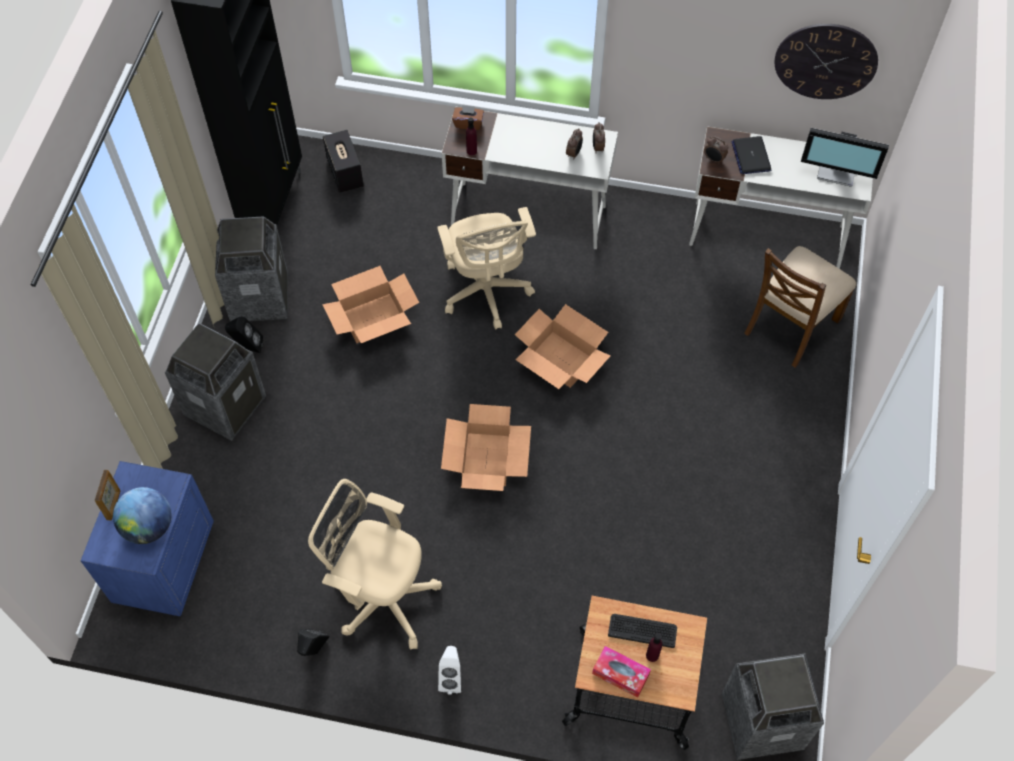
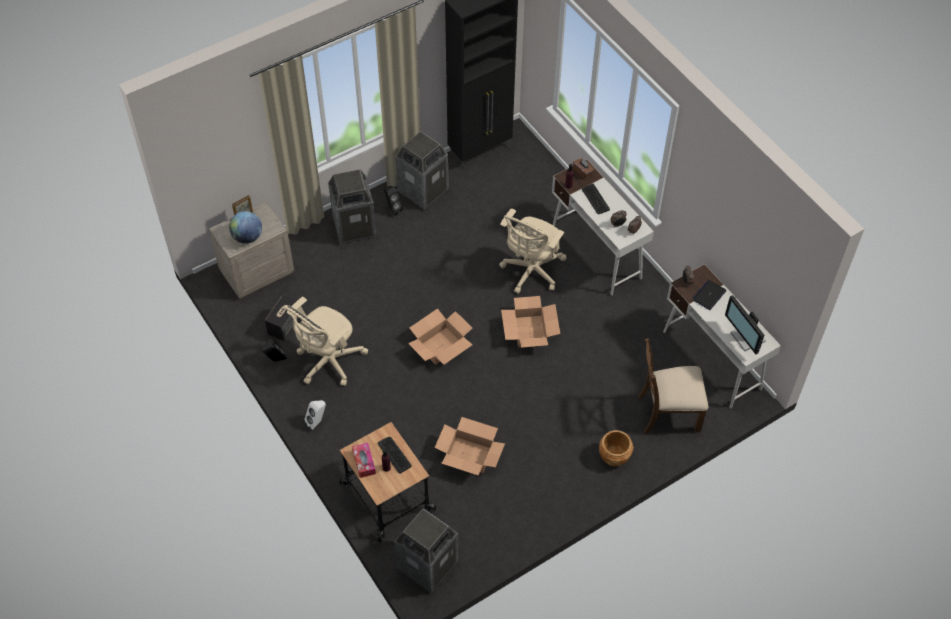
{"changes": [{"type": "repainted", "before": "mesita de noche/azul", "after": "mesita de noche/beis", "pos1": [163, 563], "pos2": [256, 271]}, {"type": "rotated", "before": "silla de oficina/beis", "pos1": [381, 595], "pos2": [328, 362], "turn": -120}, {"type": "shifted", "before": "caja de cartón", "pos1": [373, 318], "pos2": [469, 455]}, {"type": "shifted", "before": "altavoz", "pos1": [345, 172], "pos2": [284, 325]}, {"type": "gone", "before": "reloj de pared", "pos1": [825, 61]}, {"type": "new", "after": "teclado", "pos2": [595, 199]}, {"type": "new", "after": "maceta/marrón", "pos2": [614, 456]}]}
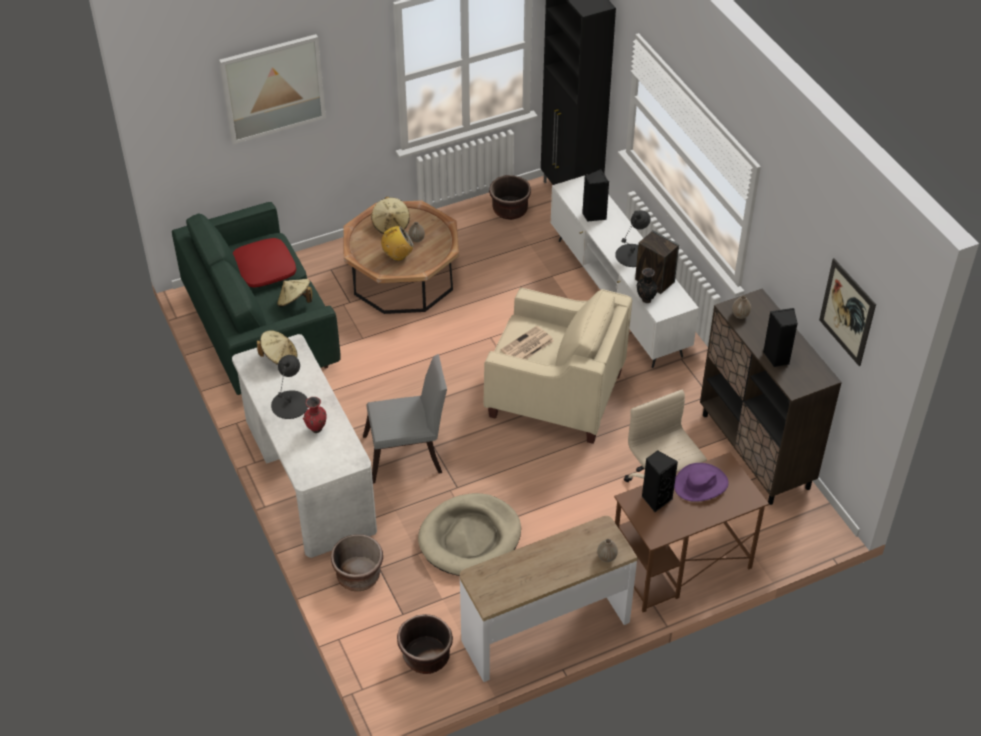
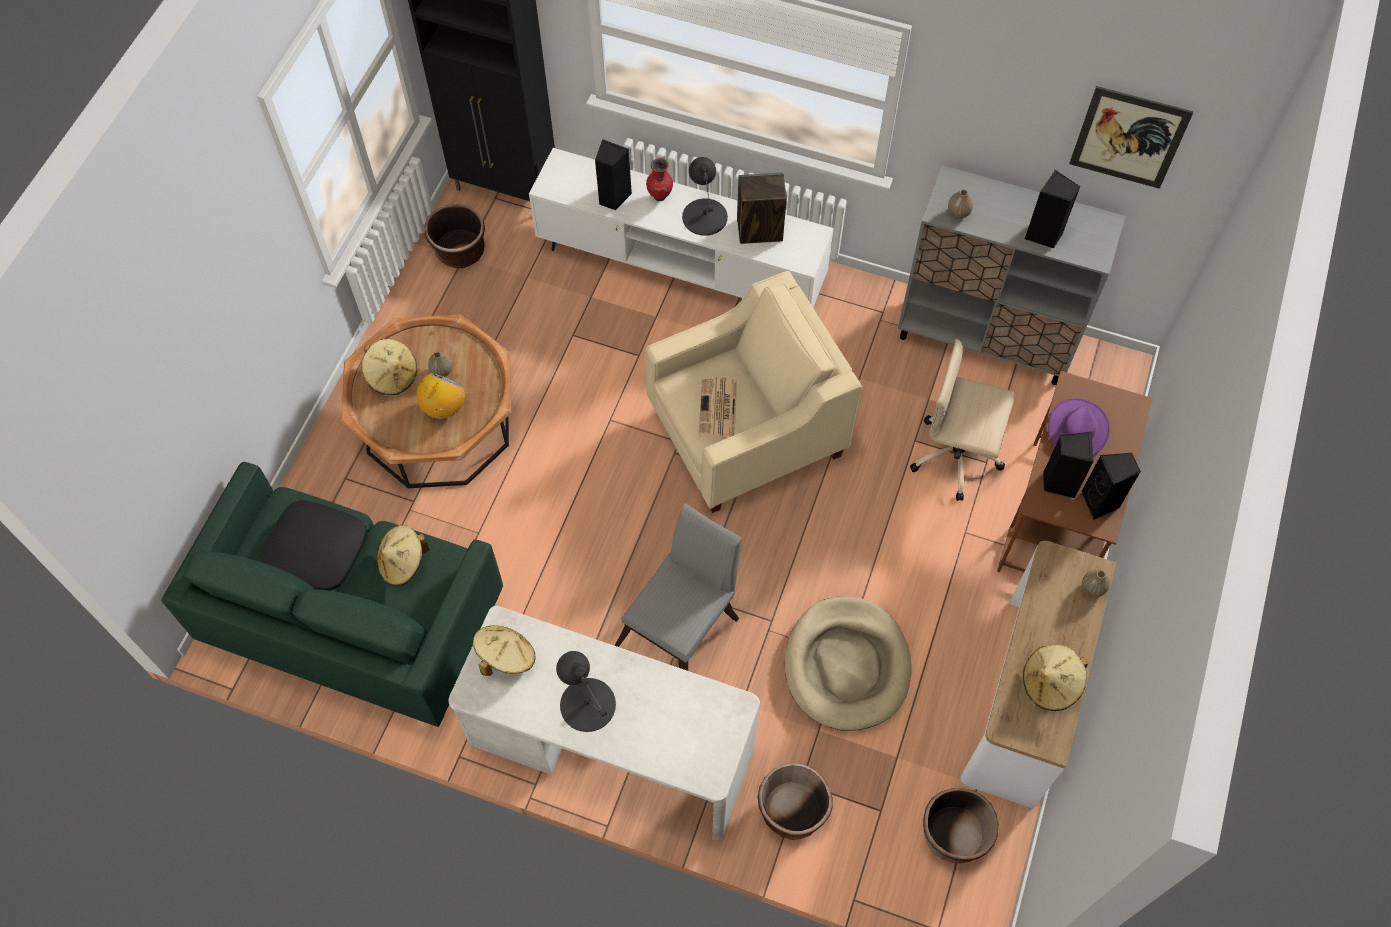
{"changes": [{"type": "gone", "before": "cuadro", "pos1": [273, 88]}, {"type": "repainted", "before": "cojín/rojo", "after": "cojín/negro", "pos1": [264, 269], "pos2": [317, 551]}, {"type": "shifted", "before": "florero/rojo", "pos1": [316, 430], "pos2": [660, 197]}, {"type": "gone", "before": "florero/negro", "pos1": [645, 300]}, {"type": "repainted", "before": "armario/marrón", "after": "armario/gris", "pos1": [755, 451], "pos2": [985, 338]}, {"type": "new", "after": "sombrero/beis", "pos2": [1050, 684]}, {"type": "new", "after": "altavoz/negro", "pos2": [1101, 502]}]}
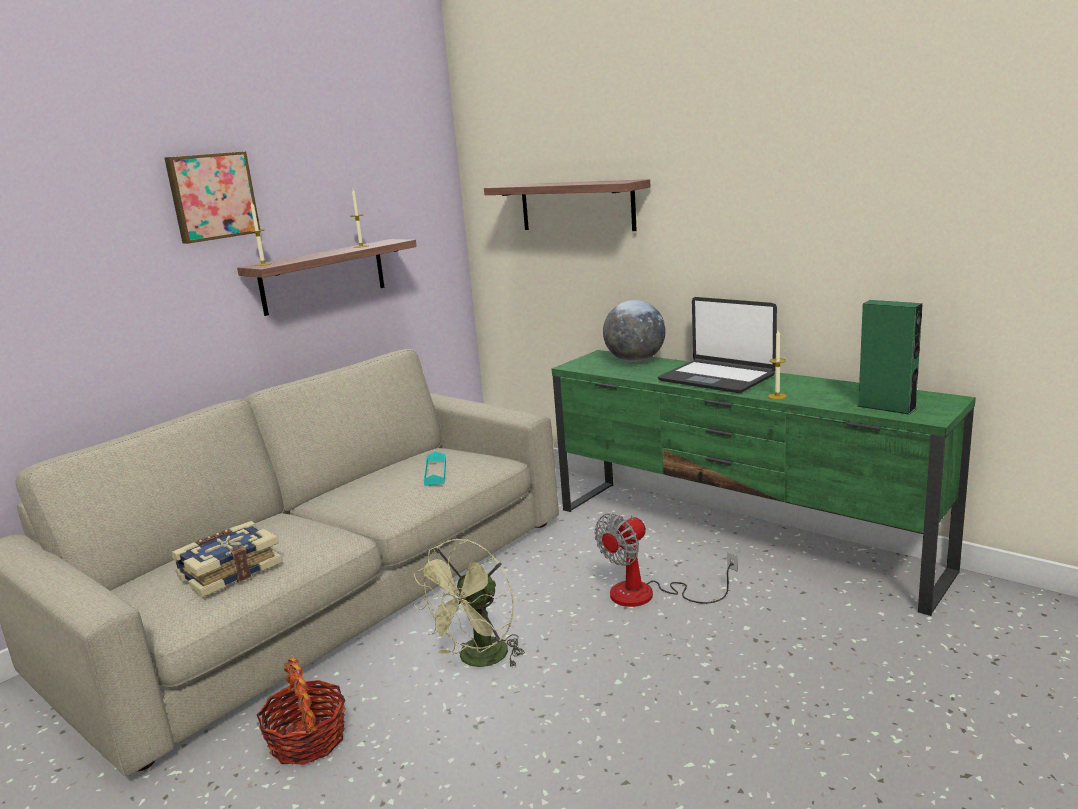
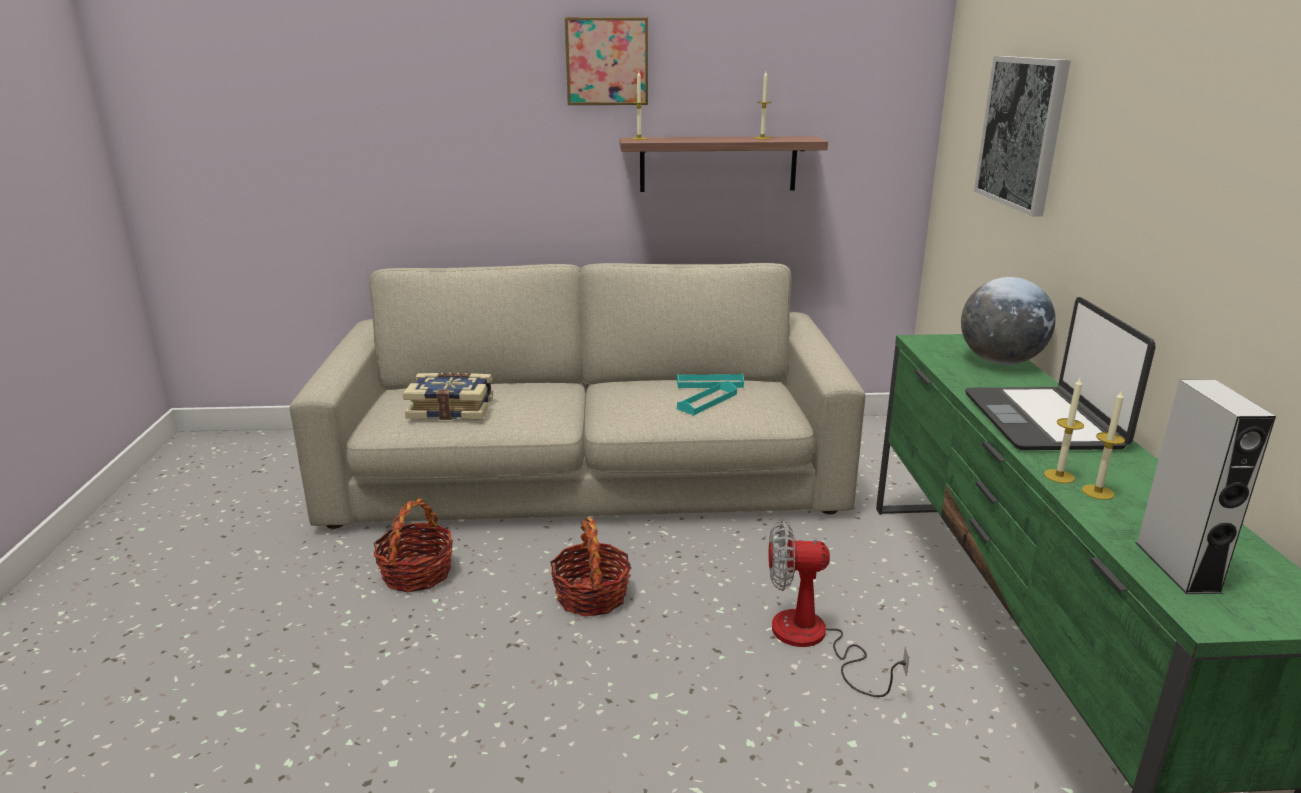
{"changes": [{"type": "swapped", "before": "ventilador/verde", "after": "cesta", "pos1": [478, 660], "pos2": [591, 596]}, {"type": "swapped", "before": "estante", "after": "cuadro", "pos1": [576, 206], "pos2": [1022, 132]}, {"type": "repainted", "before": "altavoz/verde", "after": "altavoz/gris", "pos1": [886, 407], "pos2": [1177, 567]}, {"type": "new", "after": "bandeja/turquesa", "pos2": [710, 384]}, {"type": "new", "after": "vela", "pos2": [1097, 492]}]}
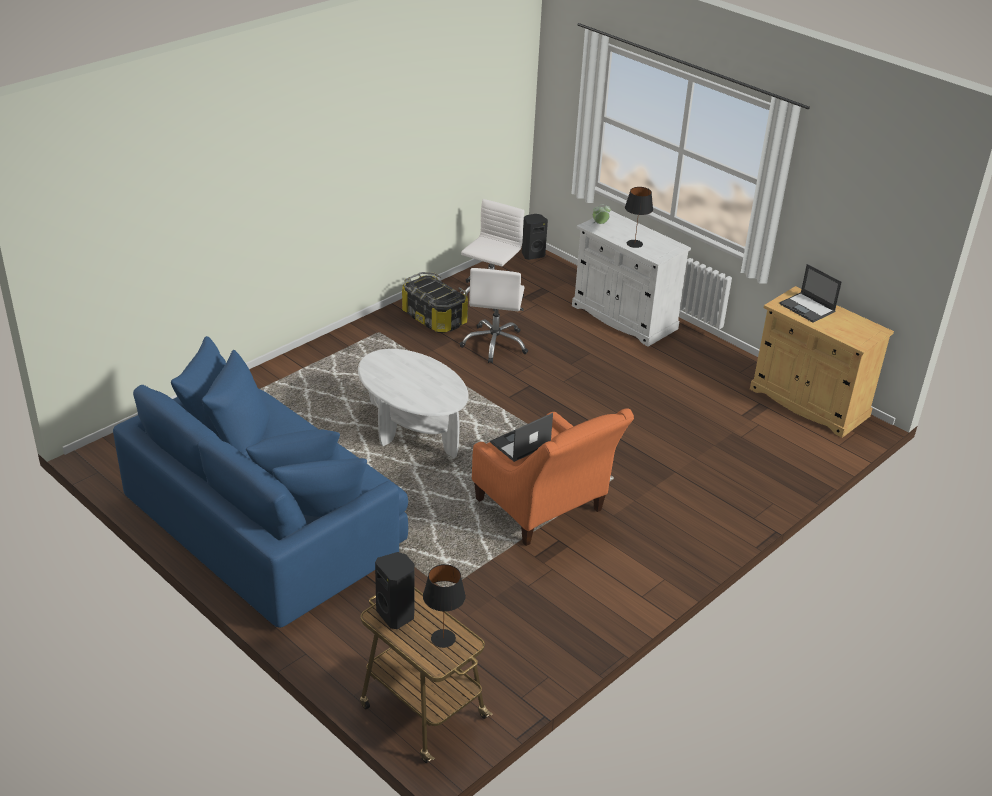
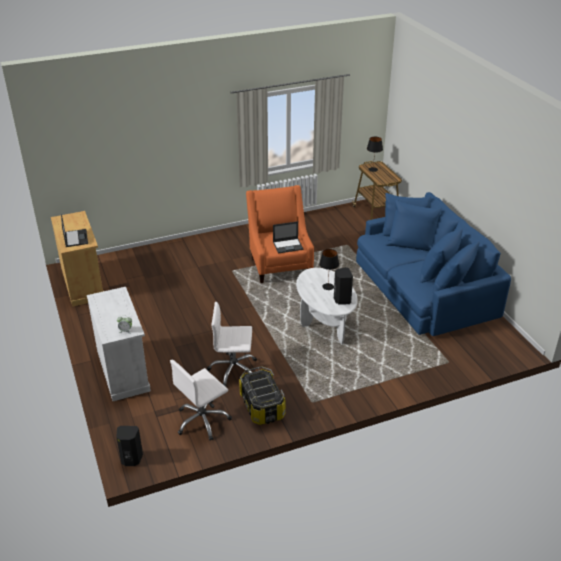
{"changes": [{"type": "shifted", "before": "altavoz/negro", "pos1": [396, 614], "pos2": [341, 300]}, {"type": "rotated", "before": "silla de oficina/blanco", "pos1": [495, 344], "pos2": [233, 370], "turn": -120}, {"type": "shifted", "before": "lámpara de mesa/negro", "pos1": [634, 244], "pos2": [328, 286]}]}
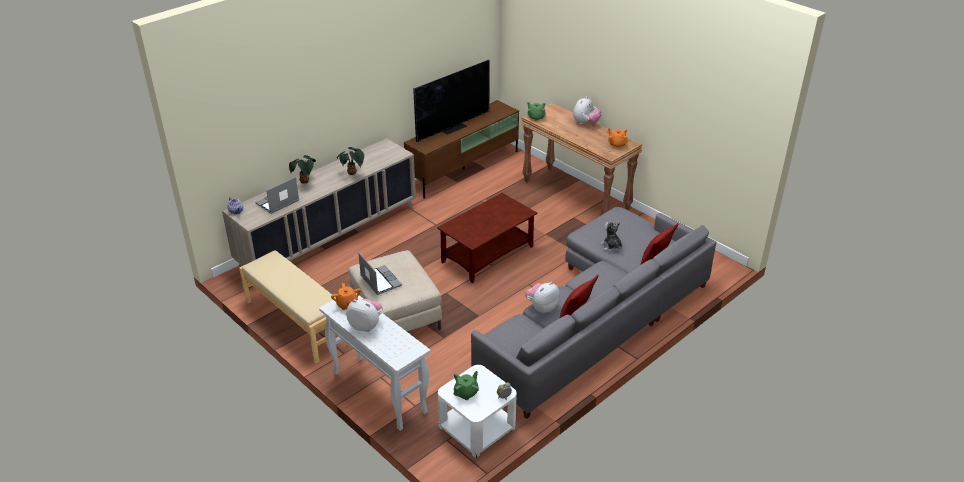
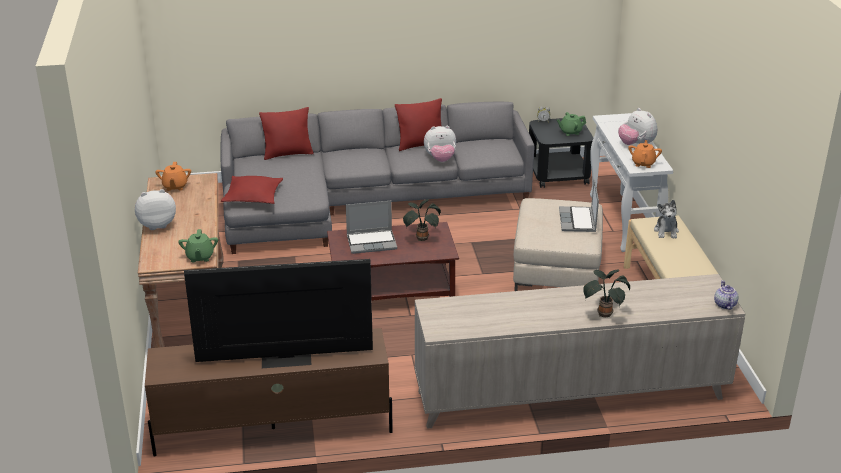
{"changes": [{"type": "shifted", "before": "portátil", "pos1": [277, 203], "pos2": [372, 242]}, {"type": "shifted", "before": "planta en maceta", "pos1": [353, 173], "pos2": [422, 237]}, {"type": "repainted", "before": "mesa auxiliar/blanco", "after": "mesa auxiliar/negro", "pos1": [477, 429], "pos2": [558, 174]}, {"type": "shifted", "before": "peluche", "pos1": [611, 246], "pos2": [666, 231]}, {"type": "new", "after": "cojín/rojo", "pos2": [253, 196]}]}
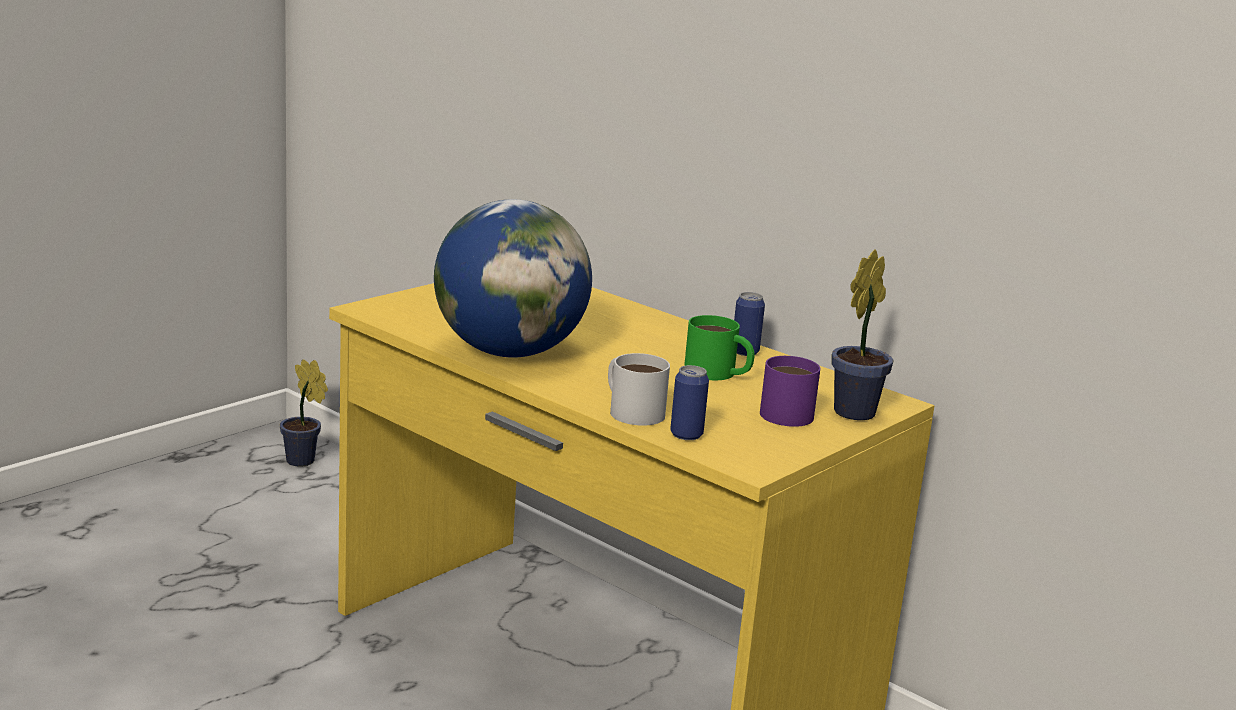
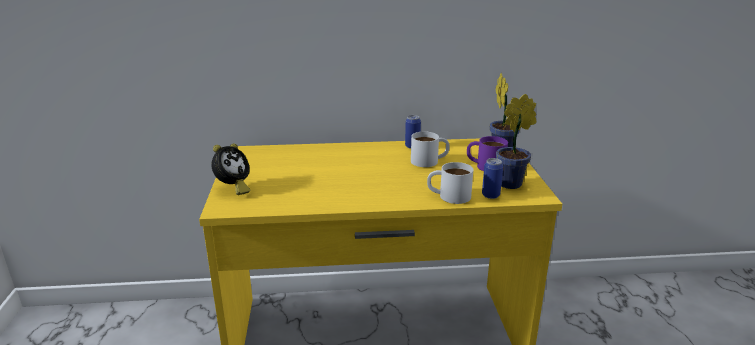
{"changes": [{"type": "shifted", "before": "planta en maceta", "pos1": [303, 462], "pos2": [513, 183]}, {"type": "gone", "before": "globo terráqueo", "pos1": [509, 352]}, {"type": "repainted", "before": "taza grande/verde", "after": "taza grande/blanco", "pos1": [718, 374], "pos2": [429, 161]}, {"type": "new", "after": "despertador", "pos2": [233, 188]}]}
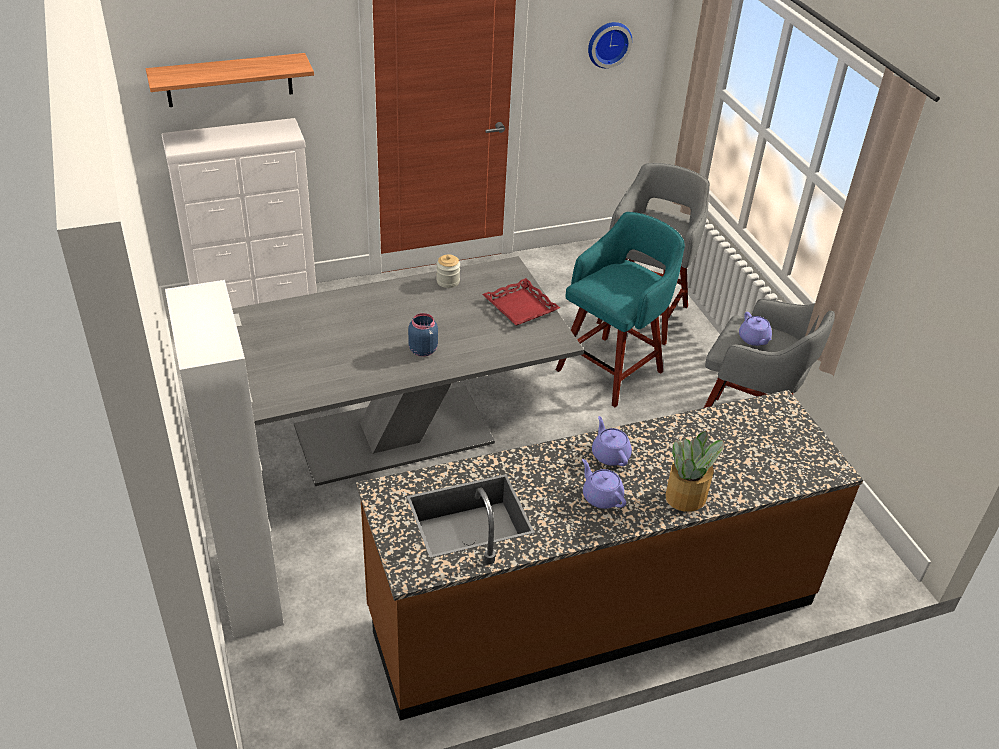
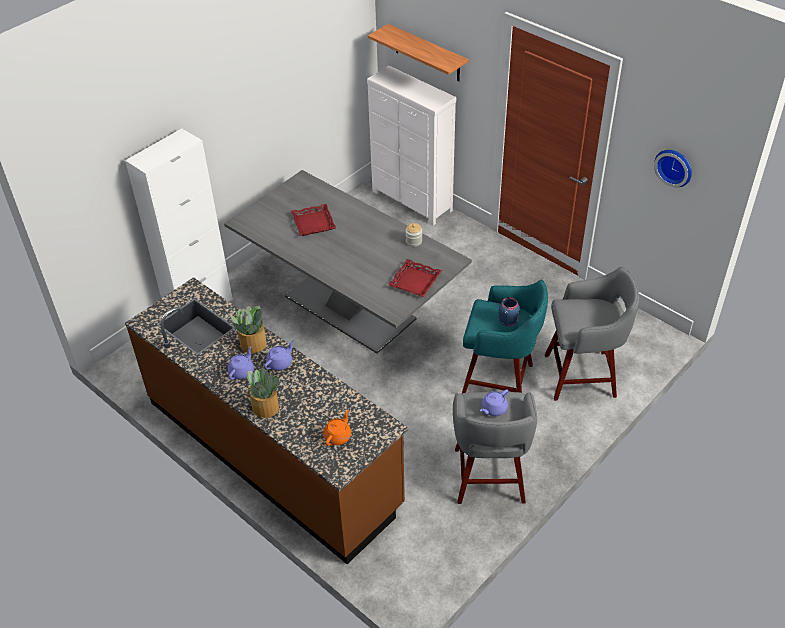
{"changes": [{"type": "shifted", "before": "tarro/azul", "pos1": [423, 349], "pos2": [508, 321]}, {"type": "new", "after": "planta en maceta", "pos2": [252, 344]}, {"type": "new", "after": "bandeja/rojo", "pos2": [314, 223]}, {"type": "new", "after": "tetera/naranja", "pos2": [338, 436]}]}
